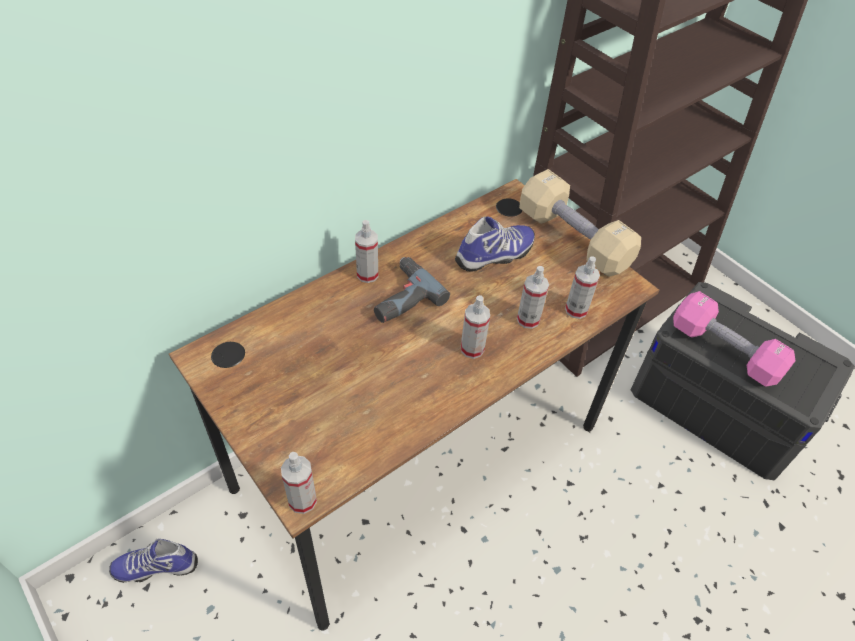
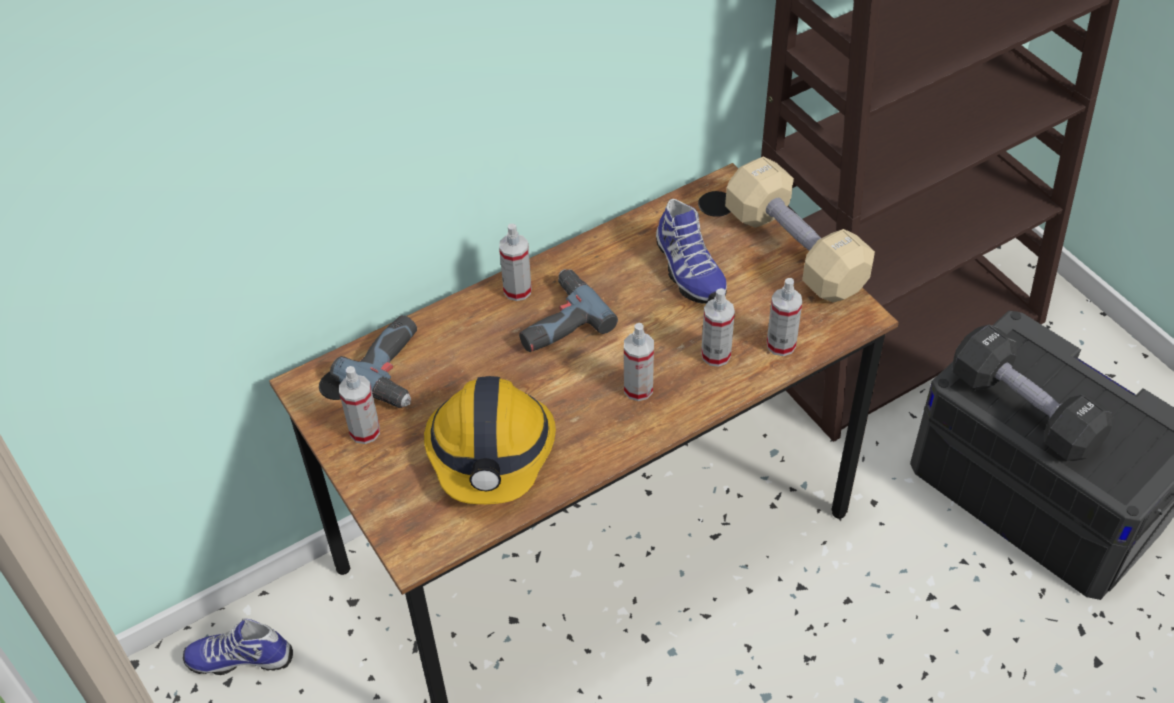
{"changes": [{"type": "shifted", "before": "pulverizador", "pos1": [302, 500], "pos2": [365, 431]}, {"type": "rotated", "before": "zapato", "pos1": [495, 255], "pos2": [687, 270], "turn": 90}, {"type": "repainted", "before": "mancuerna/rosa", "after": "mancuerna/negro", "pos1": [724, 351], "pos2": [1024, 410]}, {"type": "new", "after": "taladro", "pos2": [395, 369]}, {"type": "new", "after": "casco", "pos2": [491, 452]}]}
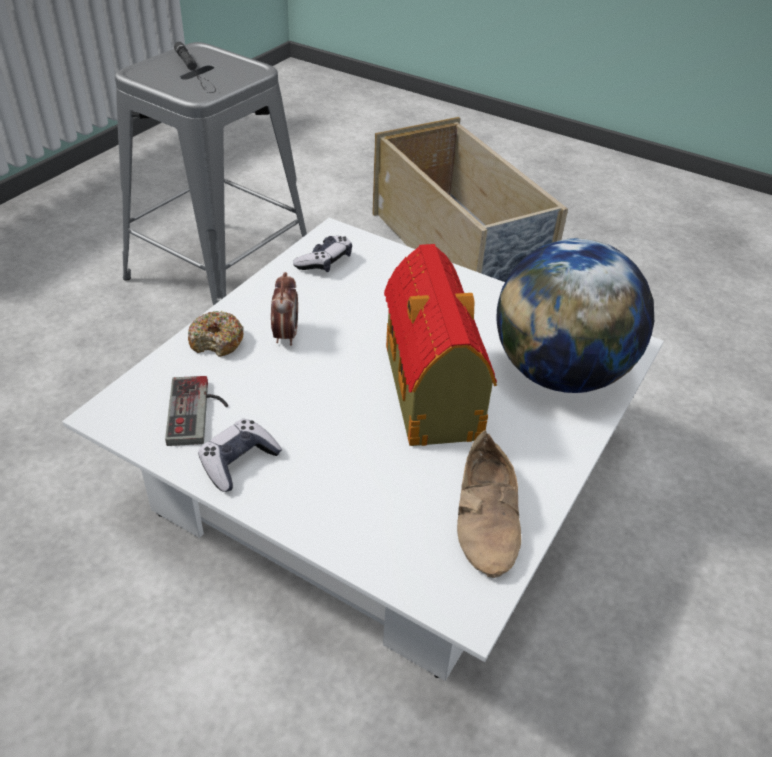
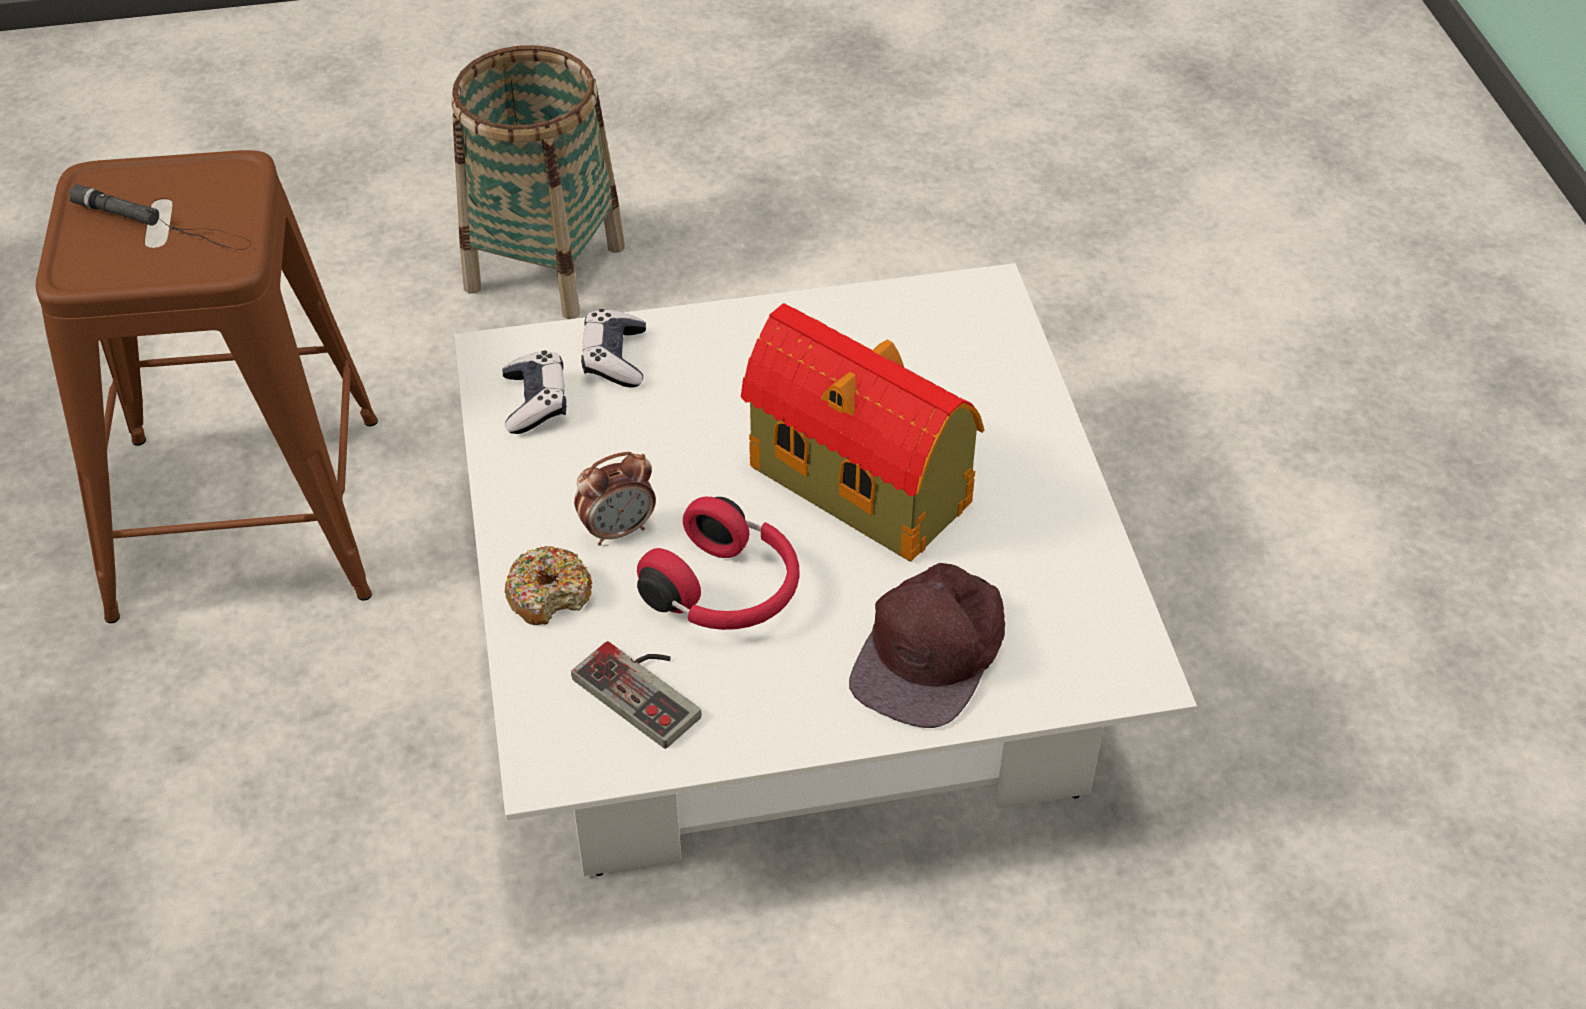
{"changes": [{"type": "repainted", "before": "taburete/gris", "after": "taburete/marrón", "pos1": [220, 272], "pos2": [247, 516]}, {"type": "shifted", "before": "mando de consola", "pos1": [238, 462], "pos2": [615, 359]}, {"type": "rotated", "before": "despertador", "pos1": [285, 335], "pos2": [618, 530], "turn": 105}, {"type": "swapped", "before": "caja de almacenaje/beis", "after": "cesta", "pos1": [459, 250], "pos2": [545, 268]}, {"type": "gone", "before": "zapato/beis", "pos1": [489, 516]}, {"type": "gone", "before": "globo terráqueo", "pos1": [560, 373]}, {"type": "new", "after": "auriculares/rojo", "pos2": [726, 592]}, {"type": "new", "after": "gorra/marrón", "pos2": [932, 652]}]}
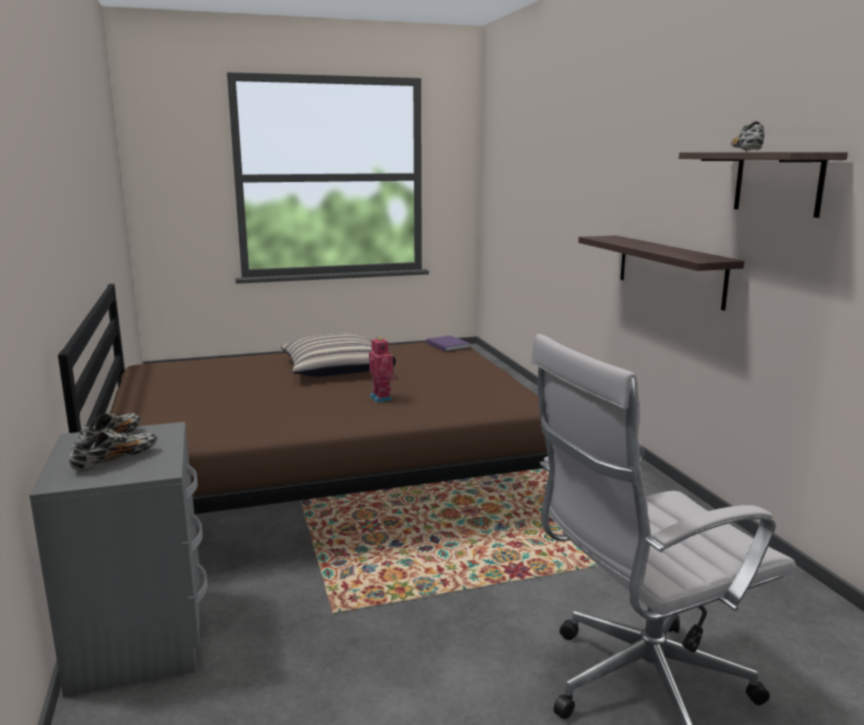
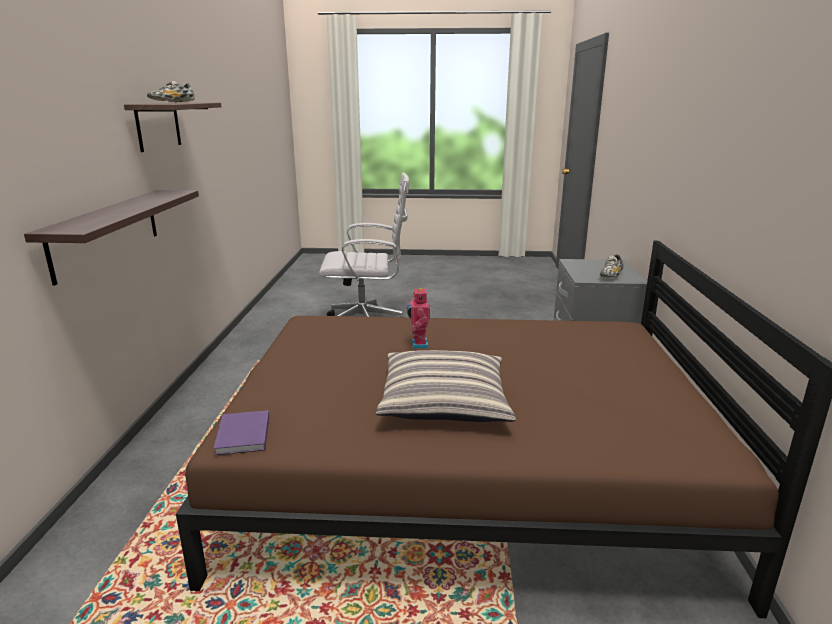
{"changes": [{"type": "gone", "before": "zapato", "pos1": [115, 460]}]}
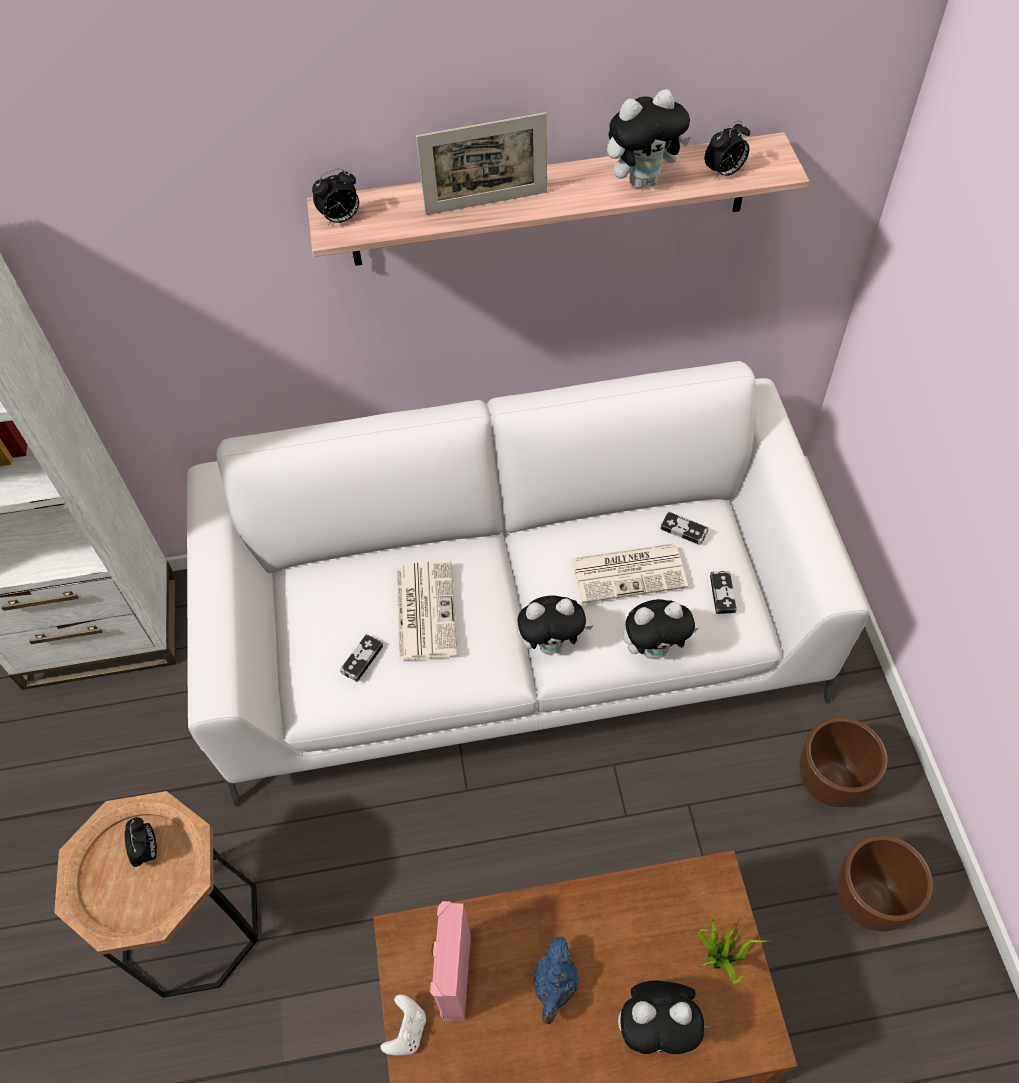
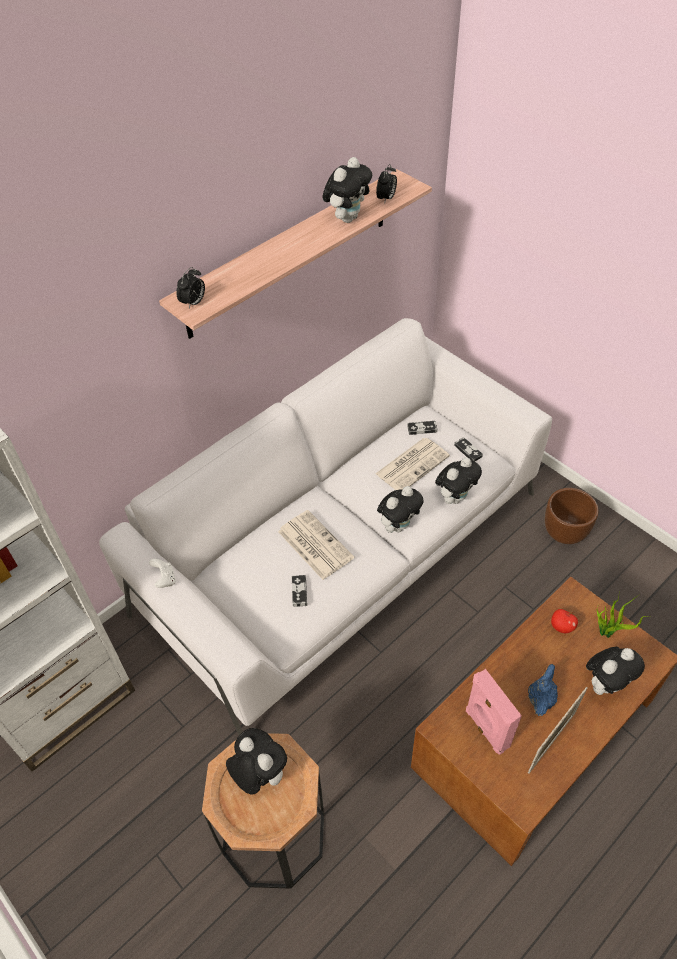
{"changes": [{"type": "swapped", "before": "despertador", "after": "peluche", "pos1": [148, 851], "pos2": [259, 775]}, {"type": "shifted", "before": "mando de consola/blanco", "pos1": [407, 1031], "pos2": [165, 579]}, {"type": "shifted", "before": "portarretratos", "pos1": [486, 203], "pos2": [552, 742]}, {"type": "rotated", "before": "tetera/azul", "pos1": [555, 986], "pos2": [540, 698], "turn": -135}, {"type": "gone", "before": "maceta/marrón", "pos1": [869, 901]}, {"type": "new", "after": "manzana", "pos2": [561, 627]}]}
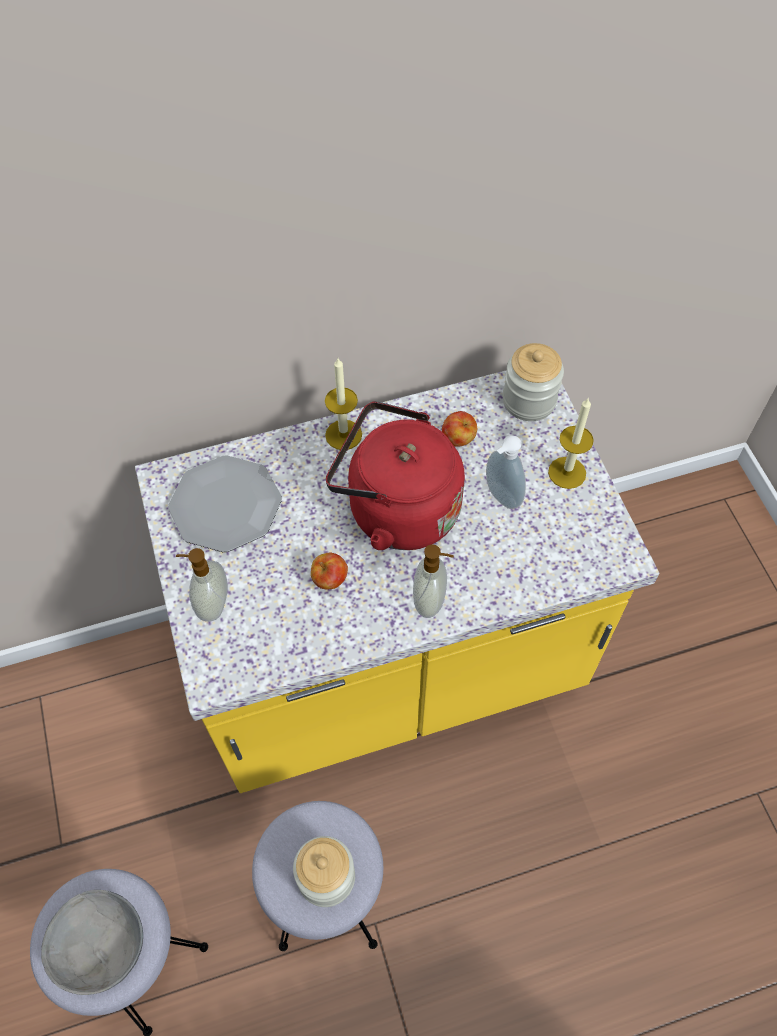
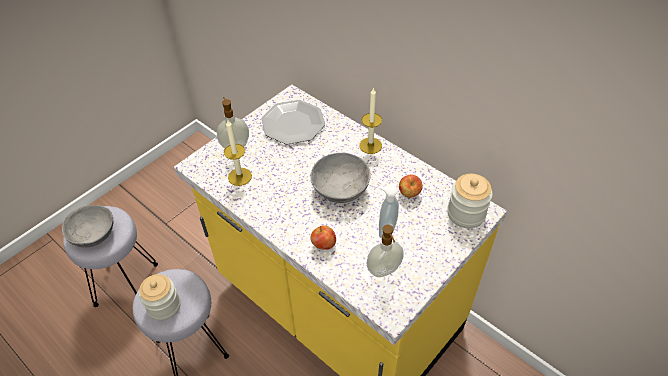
{"changes": [{"type": "shifted", "before": "manzana", "pos1": [330, 580], "pos2": [323, 245]}, {"type": "swapped", "before": "hervidor/rojo", "after": "cuenco/gris", "pos1": [396, 509], "pos2": [341, 188]}, {"type": "shifted", "before": "dispensador de jabón", "pos1": [430, 601], "pos2": [384, 271]}, {"type": "shifted", "before": "vela", "pos1": [567, 472], "pos2": [239, 176]}]}
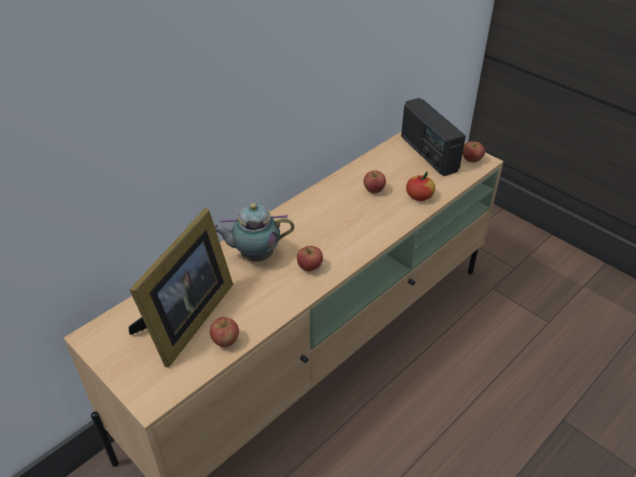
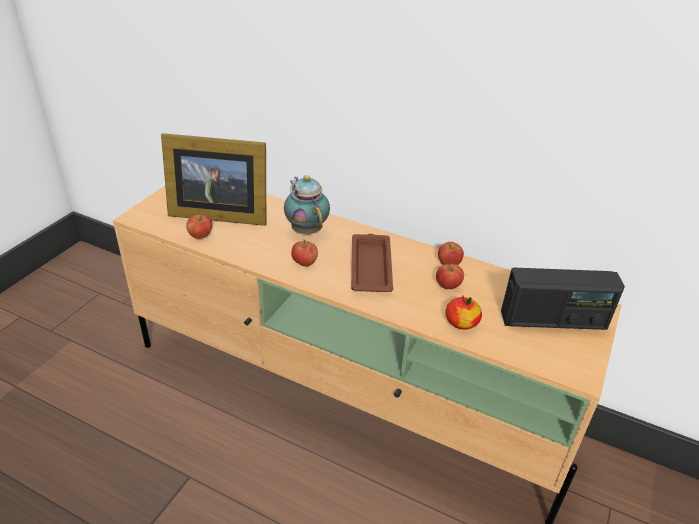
{"changes": [{"type": "rotated", "before": "radio", "pos1": [428, 153], "pos2": [553, 320], "turn": -135}, {"type": "shifted", "before": "manzana", "pos1": [471, 160], "pos2": [449, 264]}, {"type": "new", "after": "bandeja/marrón", "pos2": [371, 266]}]}
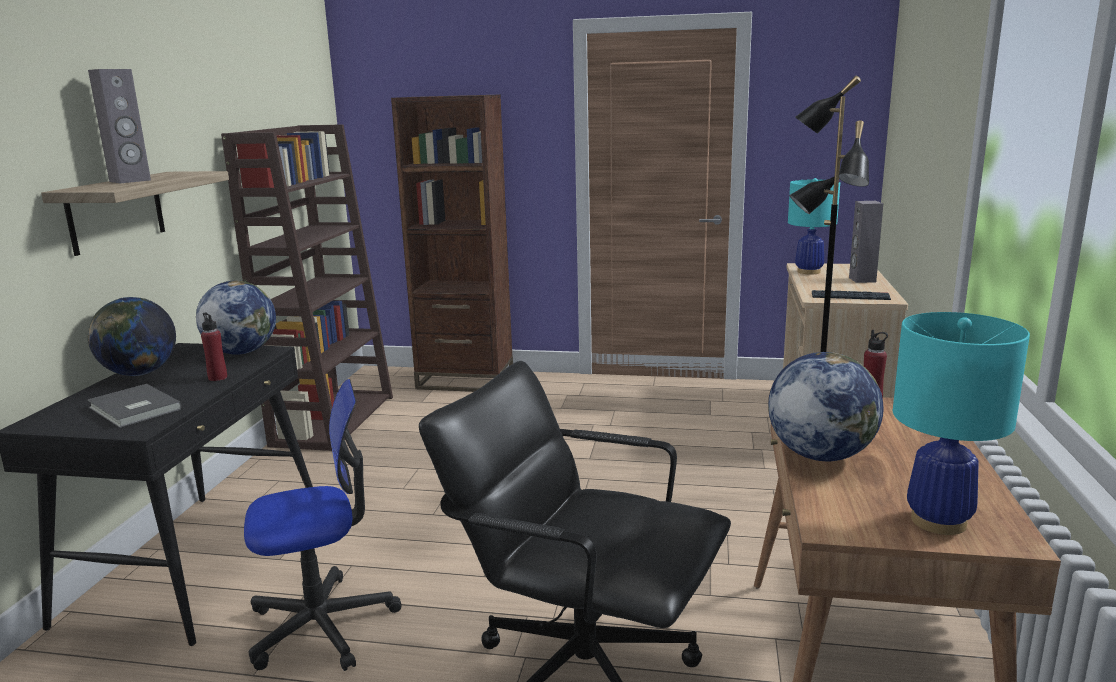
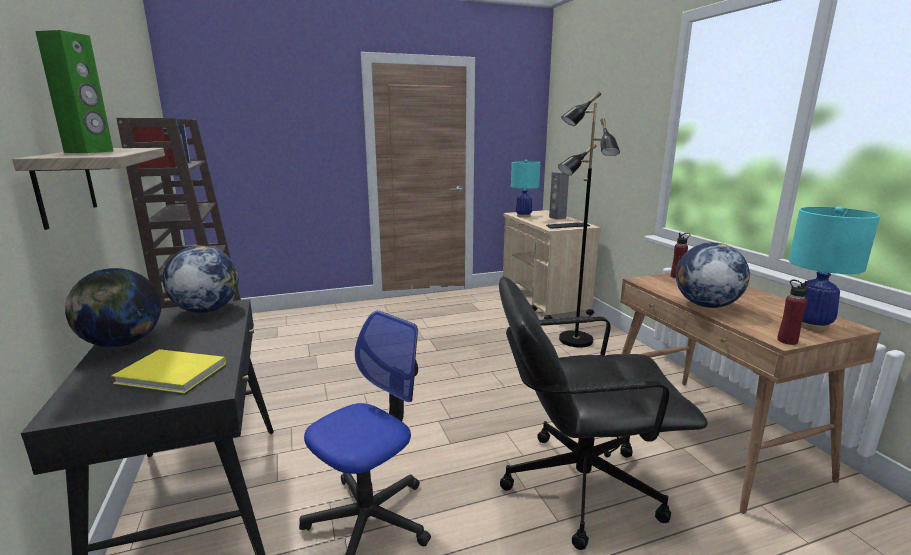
{"changes": [{"type": "repainted", "before": "libro/gris", "after": "libro/amarillo", "pos1": [133, 409], "pos2": [171, 374]}, {"type": "repainted", "before": "altavoz/gris", "after": "altavoz/verde", "pos1": [130, 181], "pos2": [89, 152]}, {"type": "shifted", "before": "botella/rojo", "pos1": [217, 378], "pos2": [787, 341]}, {"type": "gone", "before": "estantería/marrón", "pos1": [465, 380]}]}
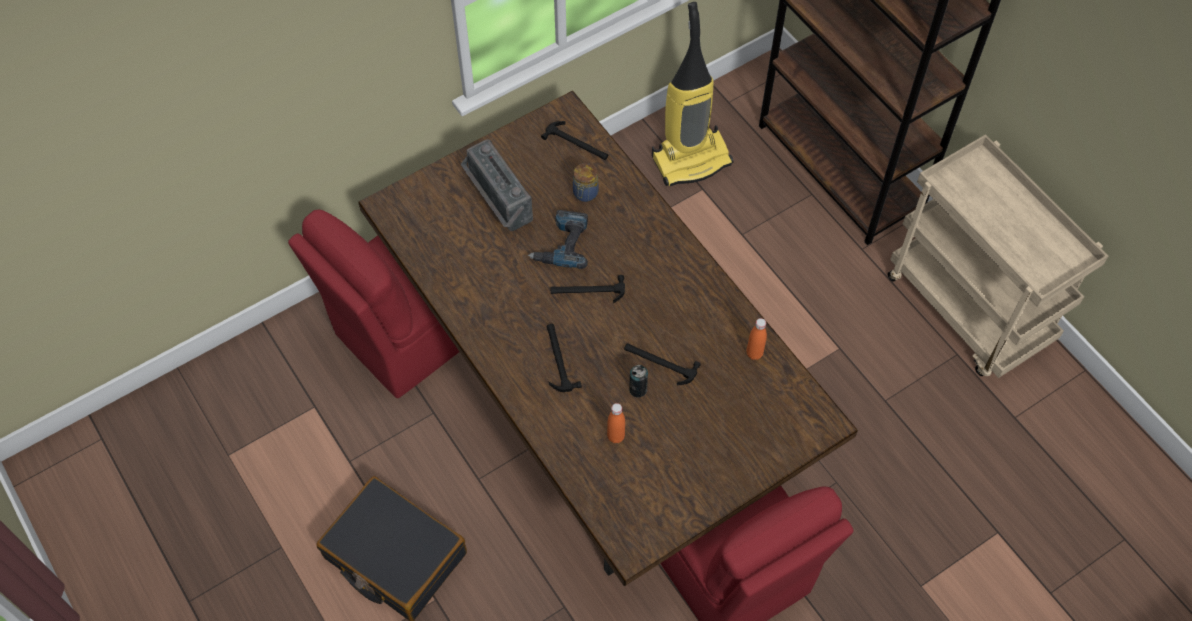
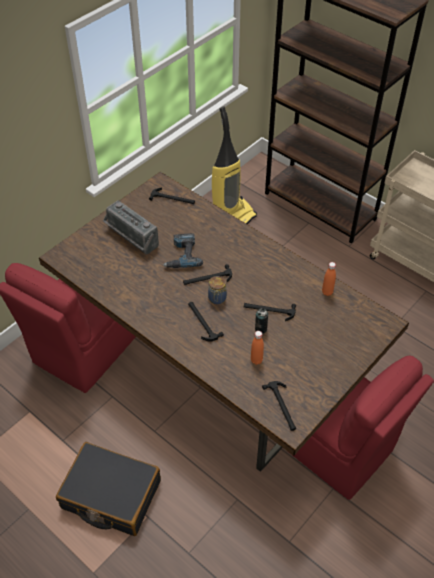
{"changes": [{"type": "shifted", "before": "tarro", "pos1": [585, 193], "pos2": [217, 299]}, {"type": "new", "after": "martillo", "pos2": [282, 406]}]}
